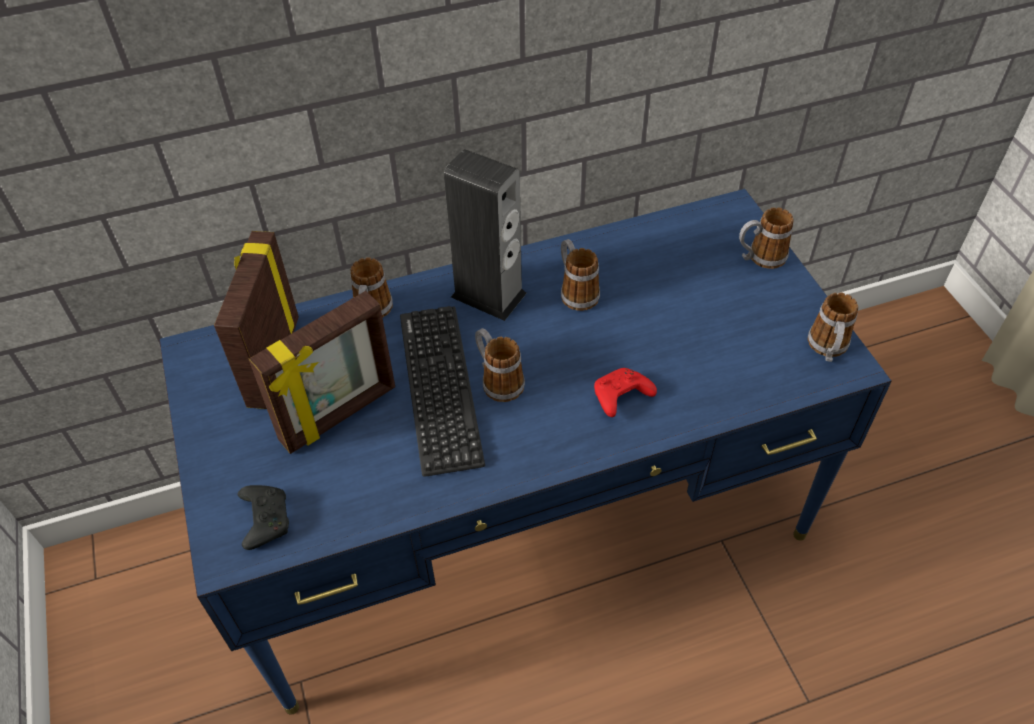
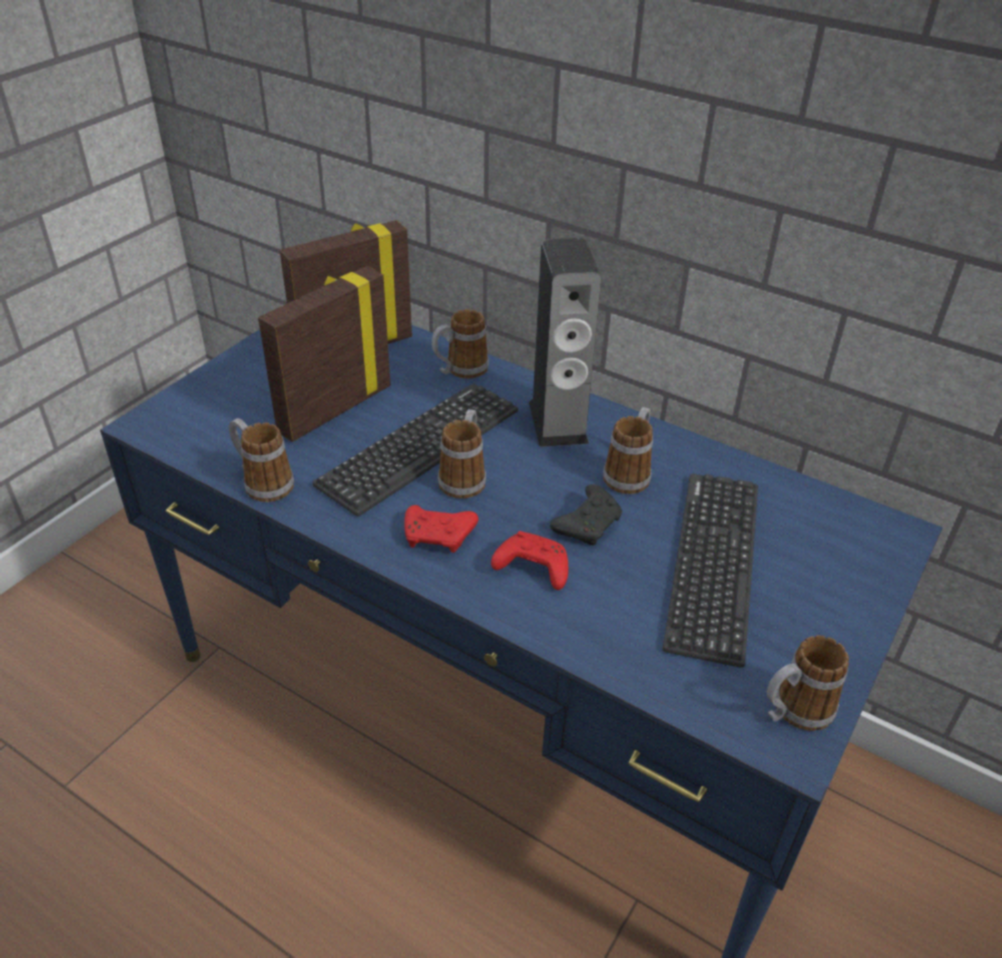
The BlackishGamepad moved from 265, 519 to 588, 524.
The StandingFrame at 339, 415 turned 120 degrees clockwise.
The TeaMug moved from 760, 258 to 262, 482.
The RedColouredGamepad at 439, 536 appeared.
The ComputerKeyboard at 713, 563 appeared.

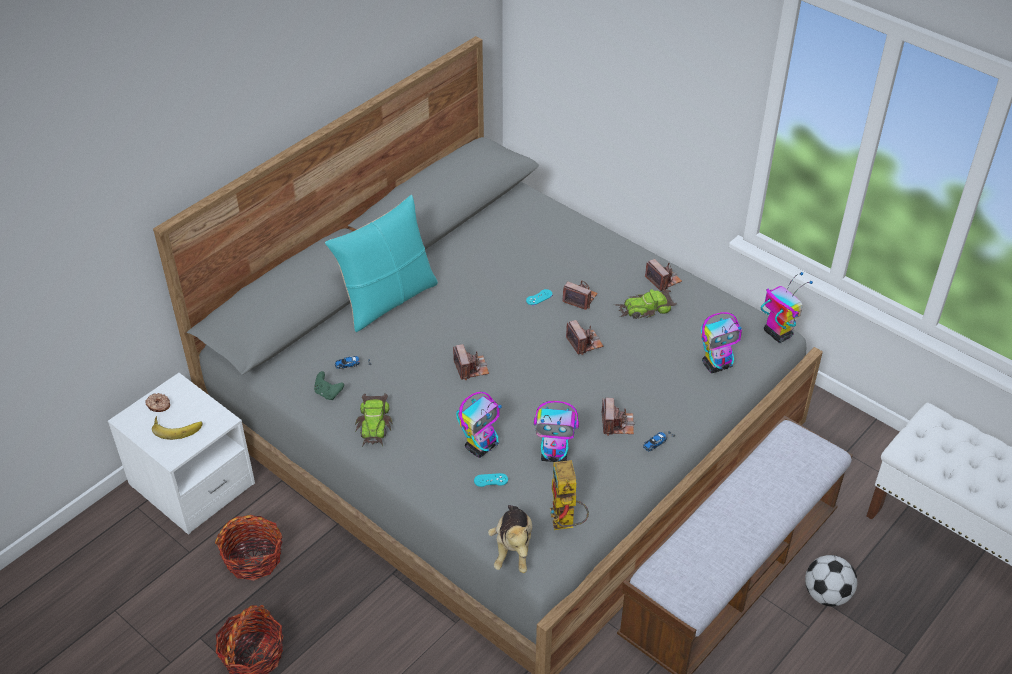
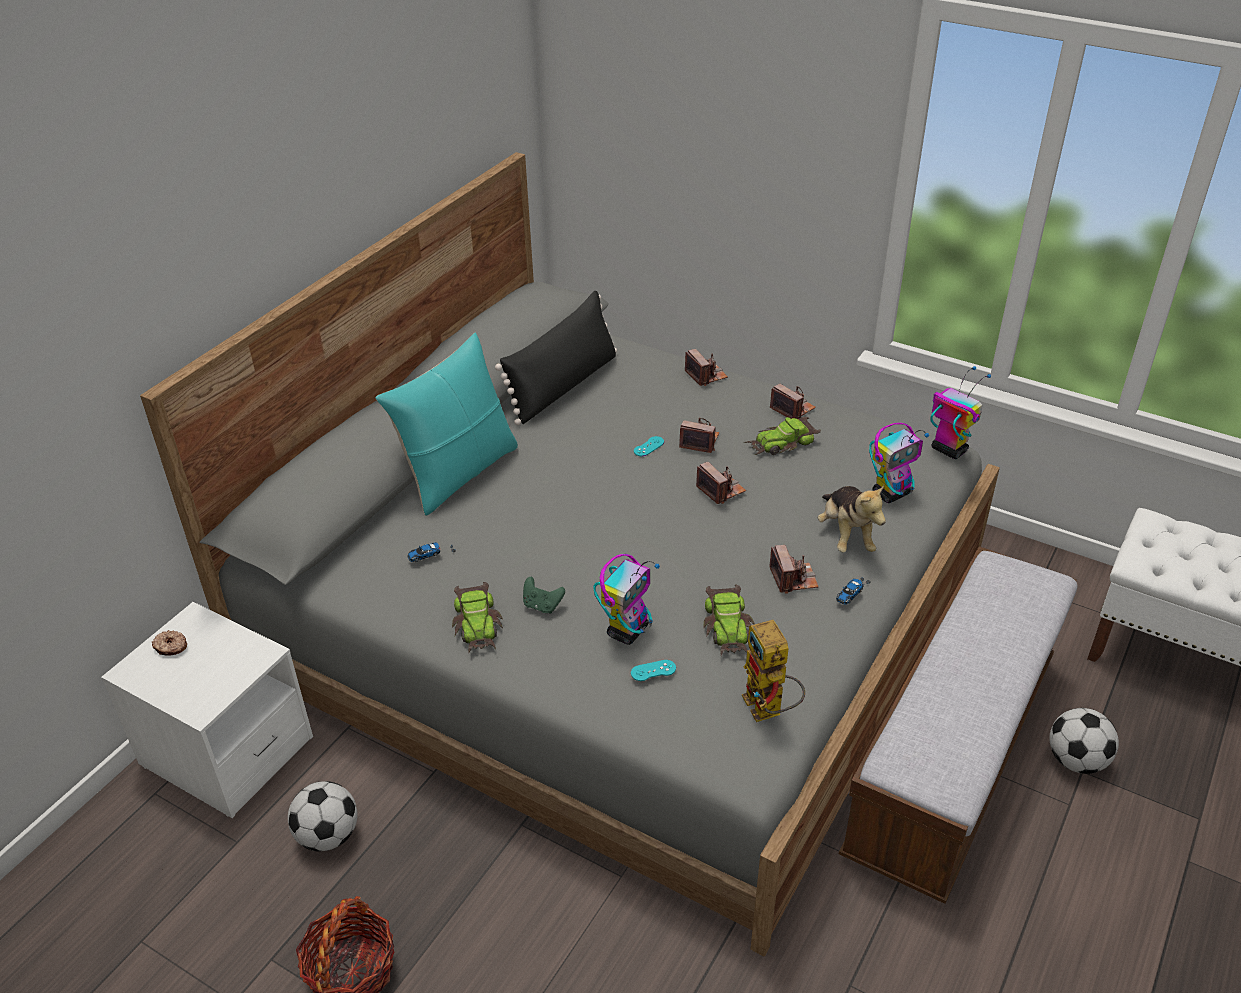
The BananaFruit at 177, 427 disappeared.
The HouseholdBasket at 253, 558 was replaced by the Football at 328, 835.
The GreenishGamepad moved from 328, 393 to 542, 605.
The StillCamera moved from 471, 368 to 706, 375.
The SoftToy moved from 513, 549 to 846, 535.
The RobotFigure at 555, 455 was replaced by the ModelCar at 728, 626.
The BlackishCushion at 563, 386 appeared.

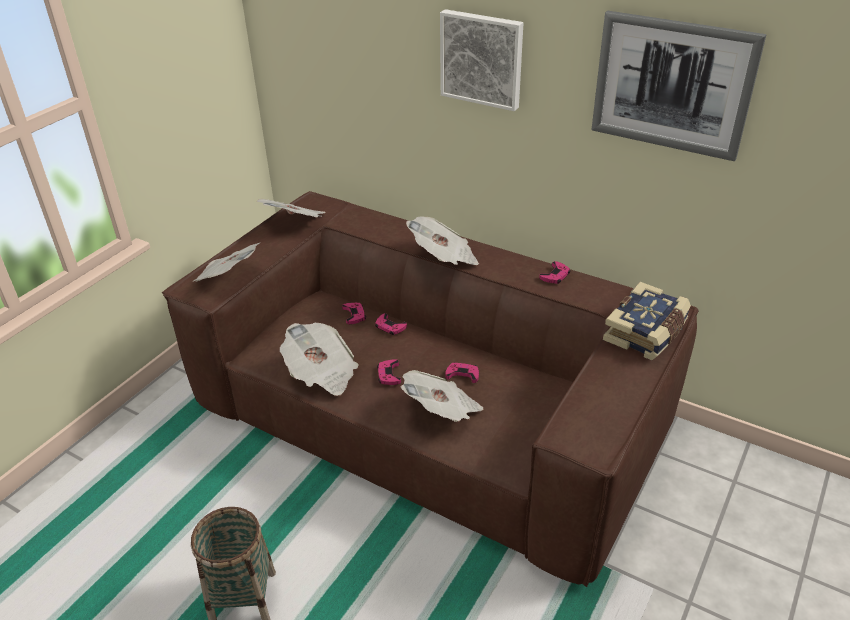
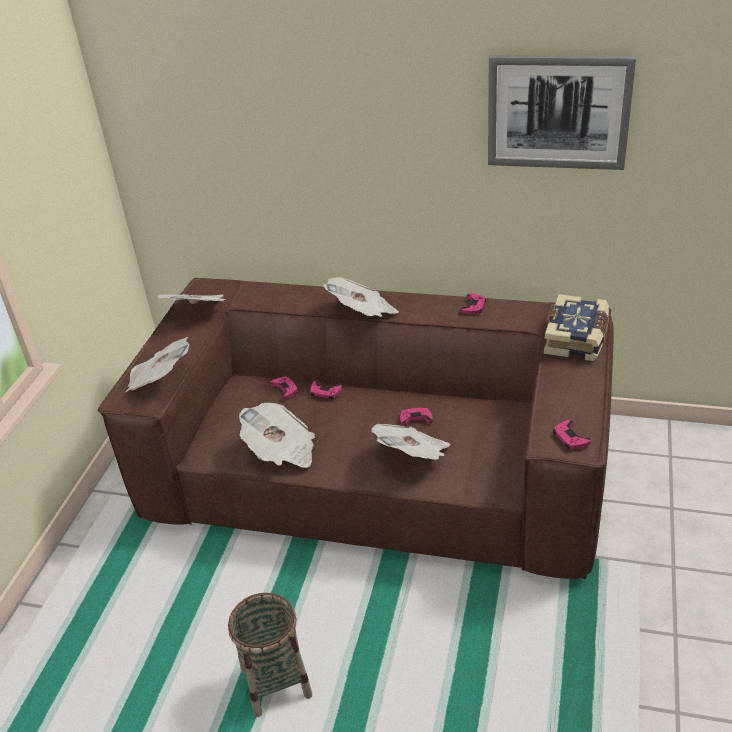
The PinkGamepad moved from 389, 375 to 570, 438.
The WallArt at 482, 59 disappeared.

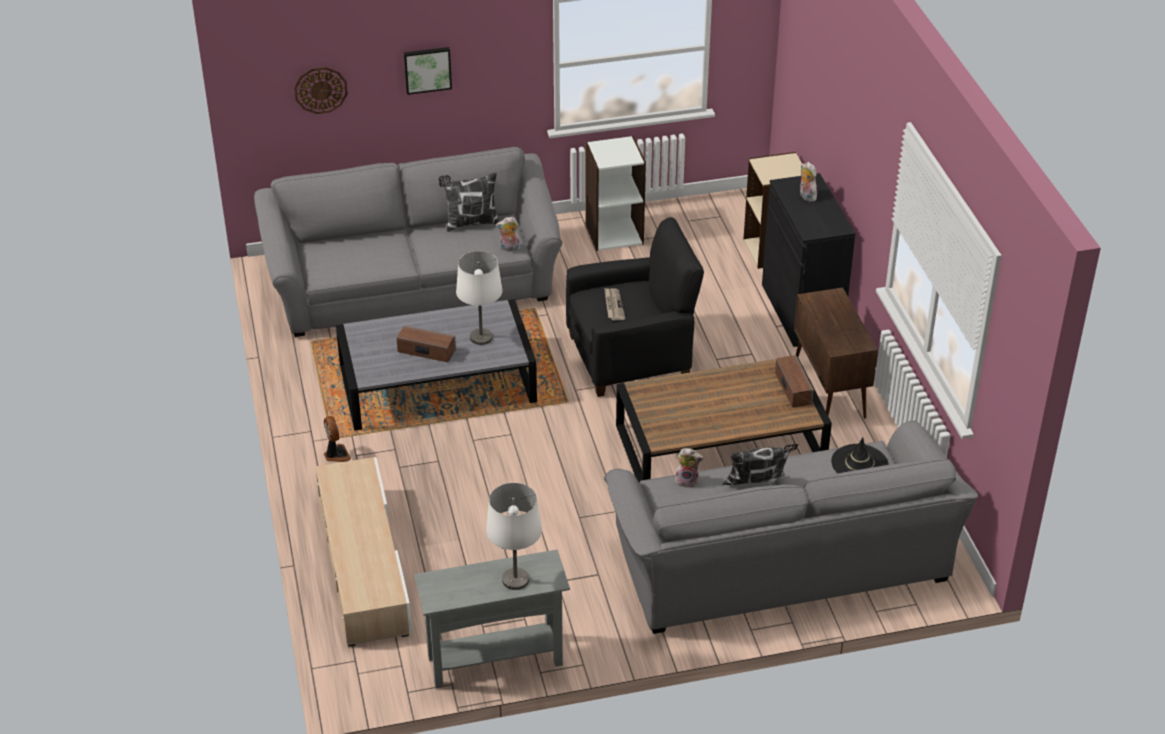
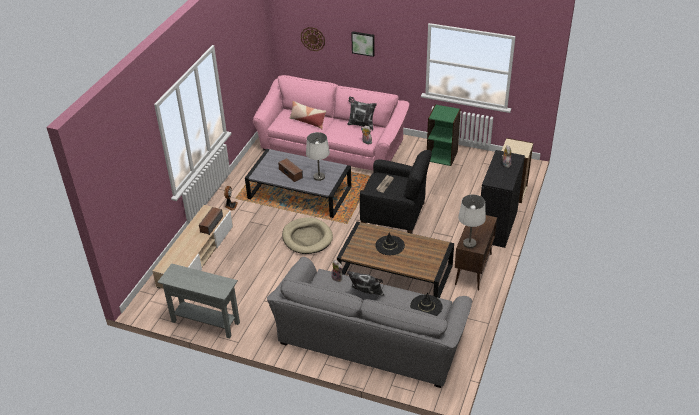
The GreyishCouch at 413, 285 became the PinkCouch at 331, 146.
The WhiteLampForATable moved from 515, 580 to 469, 243.
The WhiteBookshelf at 614, 233 became the GreenishBookshelf at 442, 156.
The AudioSpeaker moved from 793, 388 to 211, 224.
The BeigeColouredDogBed at 307, 238 appeared.
The Cushion at 308, 121 appeared.
The BlackishWearableHat at 390, 245 appeared.

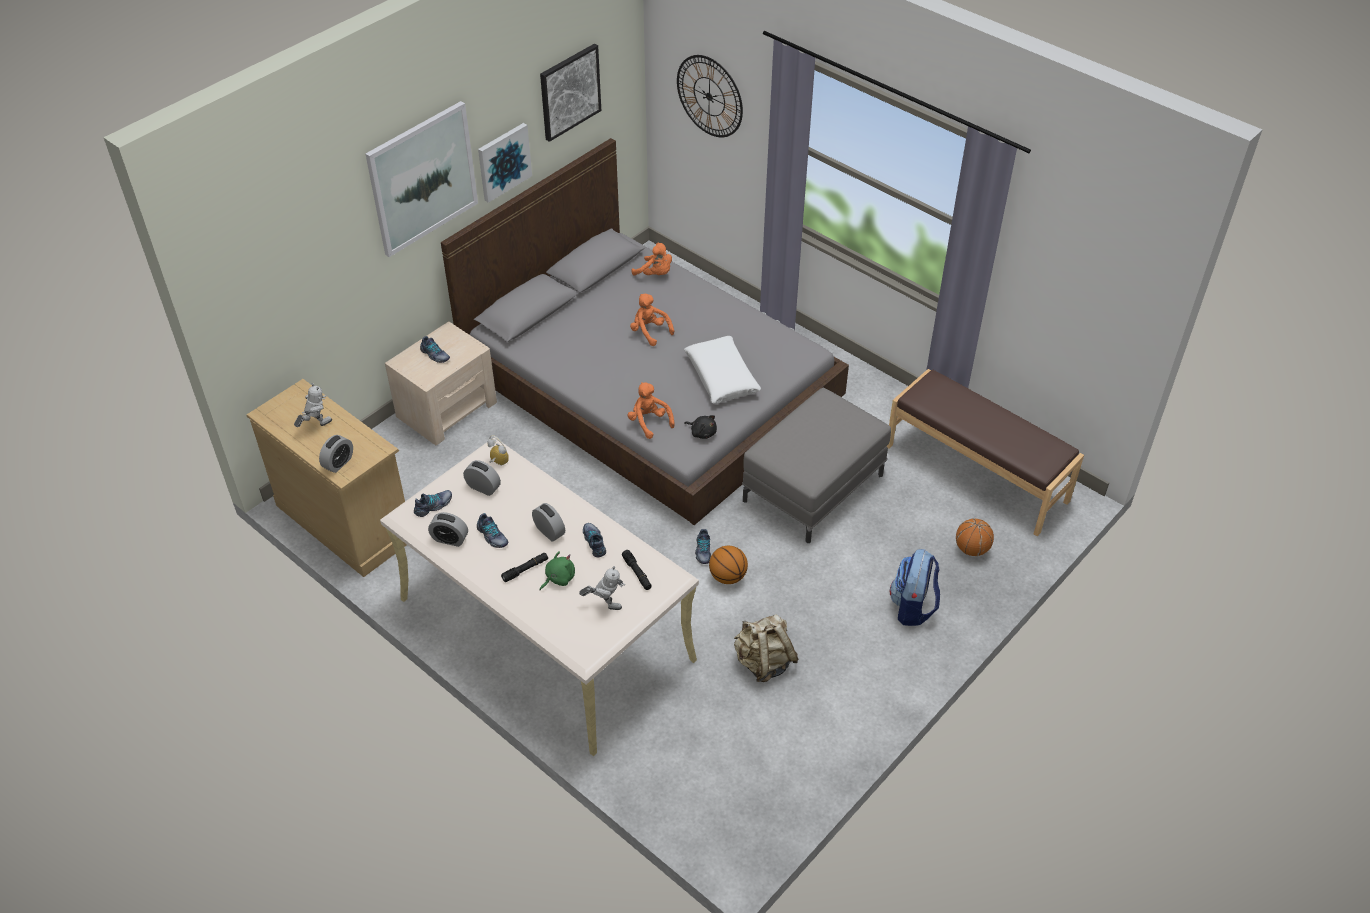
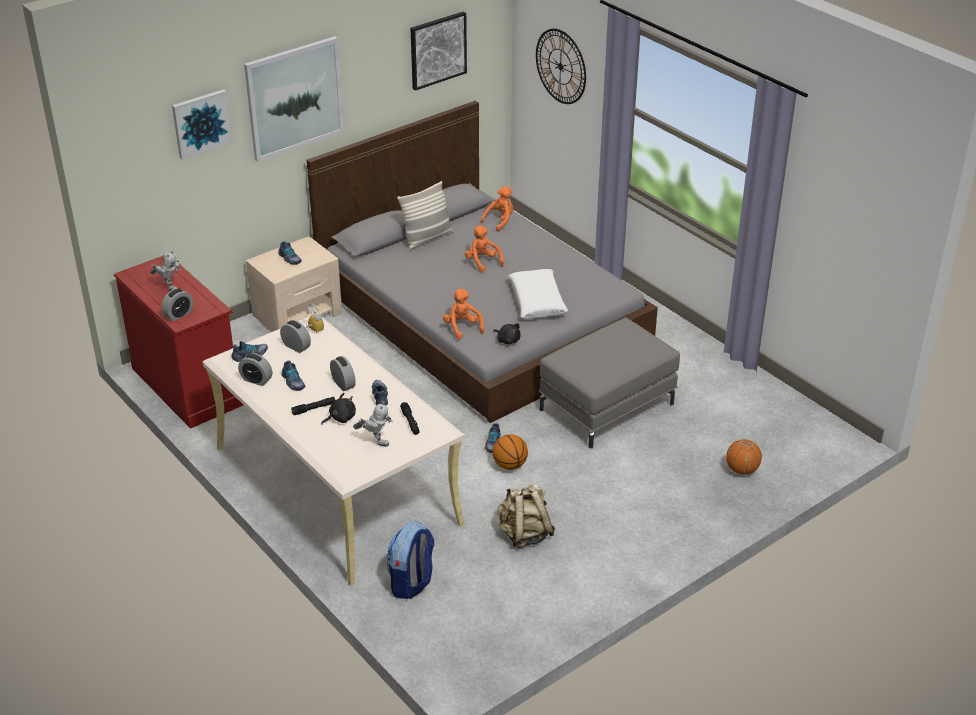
The BeigeColouredDresser at 345, 521 became the RedColouredDresser at 187, 386.
The RobotFigure at 316, 425 turned 60 degrees clockwise.
The WallArt moved from 503, 161 to 201, 123.
The GreenishSoftToy at 558, 578 became the BlackishSoftToy at 340, 418.
The OrangeSoftToy at 655, 274 turned 90 degrees counterclockwise.
The BrownColouredIndoorBench at 976, 473 disappeared.
The Knapsack moved from 913, 607 to 412, 583.
The Cushion at 427, 239 appeared.

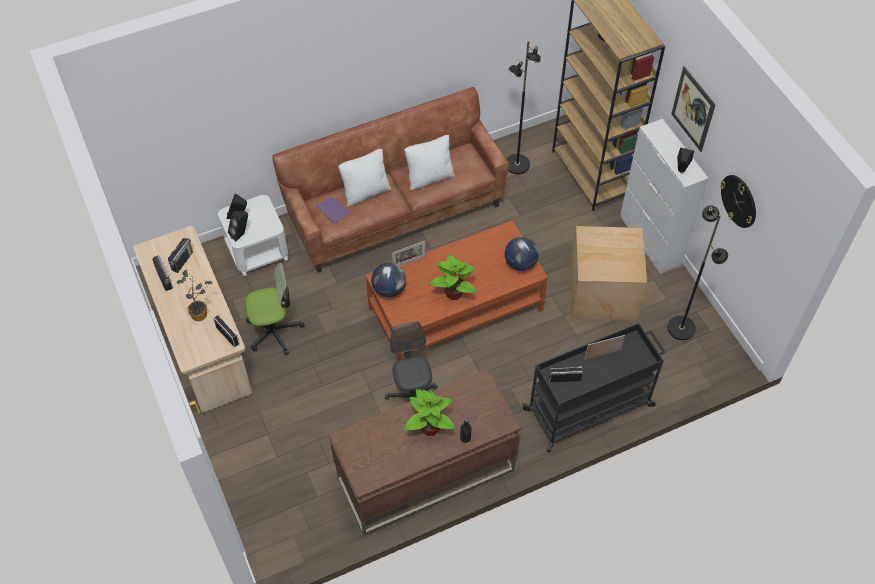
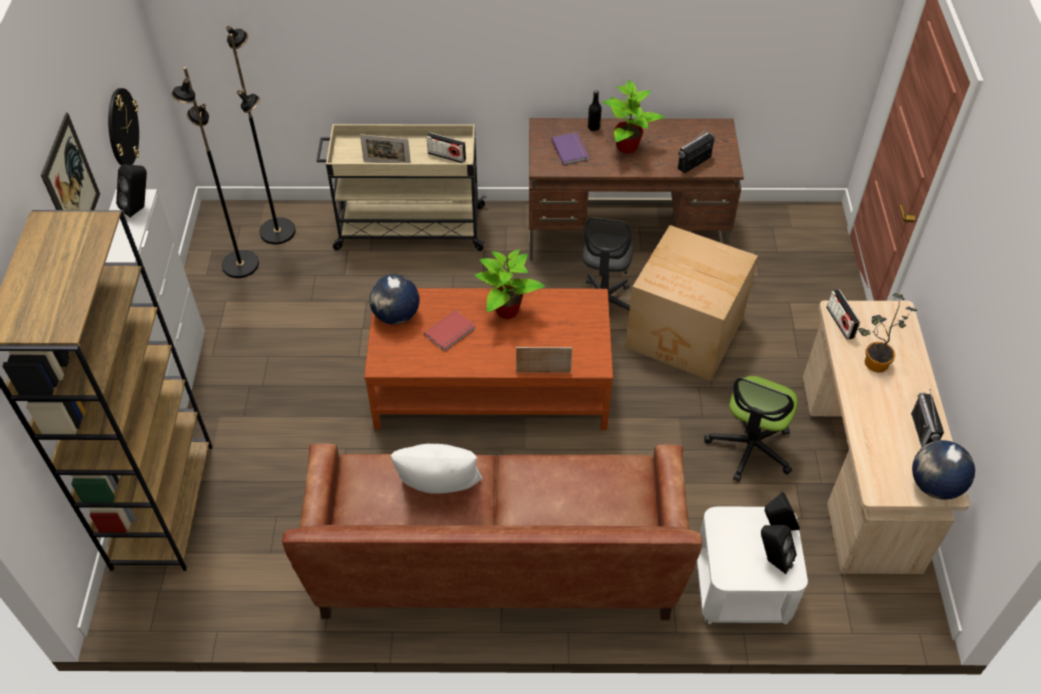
The RadioSet moved from 182, 261 to 694, 163.
The DeskChair at 274, 331 turned 75 degrees counterclockwise.
The PurpleColouredBoundBook moved from 332, 211 to 571, 149.
The WhiteCushion at 365, 191 disappeared.
The WorldGlobe moved from 389, 290 to 934, 485.
The BlackishStandardLamp moved from 516, 165 to 278, 231.
The BlackishTrolley at 590, 407 became the BeigeColouredTrolley at 408, 228.
The PackingBox moved from 601, 290 to 685, 333.
The RedColouredBoundBook at 451, 332 appeared.

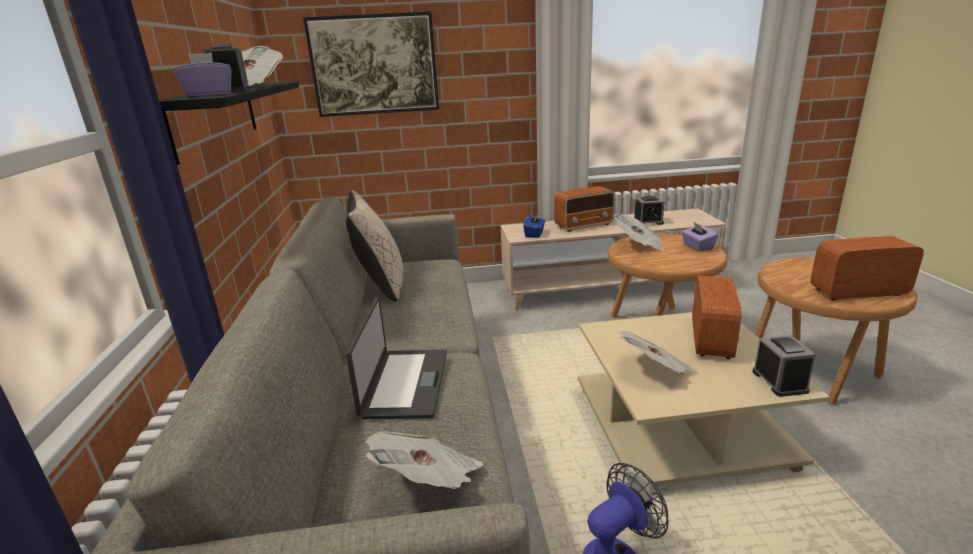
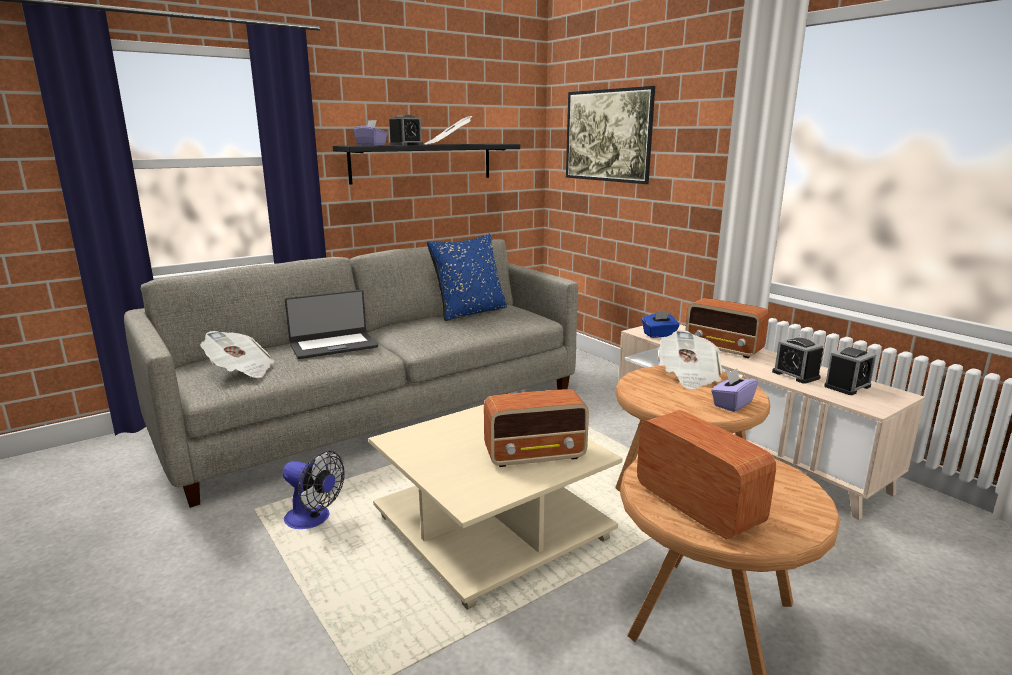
The BeigeColouredCushion at 381, 285 became the BlueCushion at 470, 312.
The PrintedPaper at 656, 370 disappeared.
The AlarmClock moved from 779, 381 to 847, 386.

